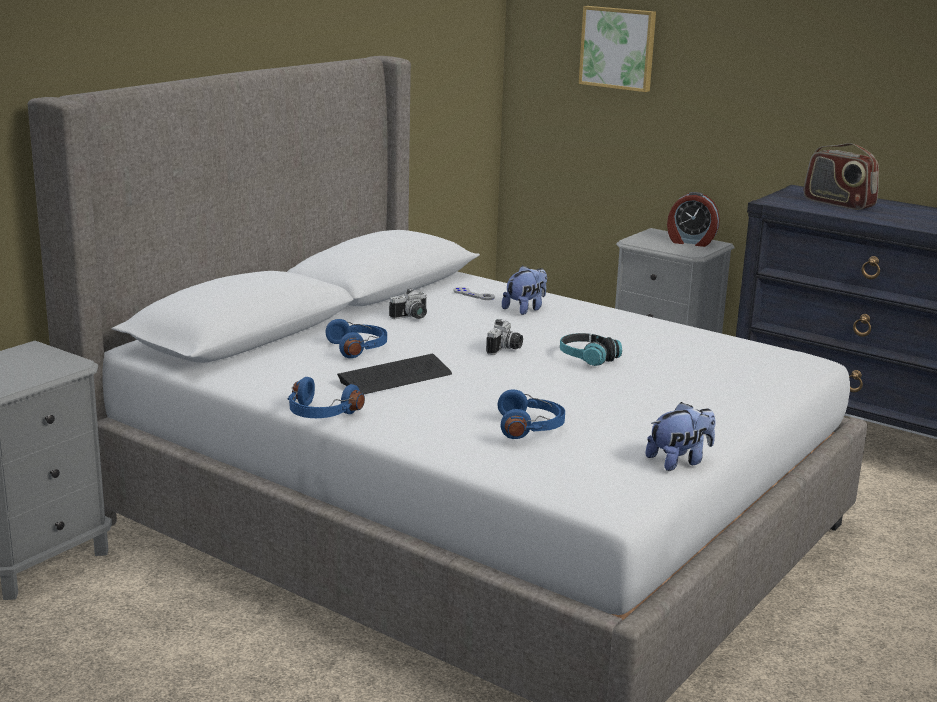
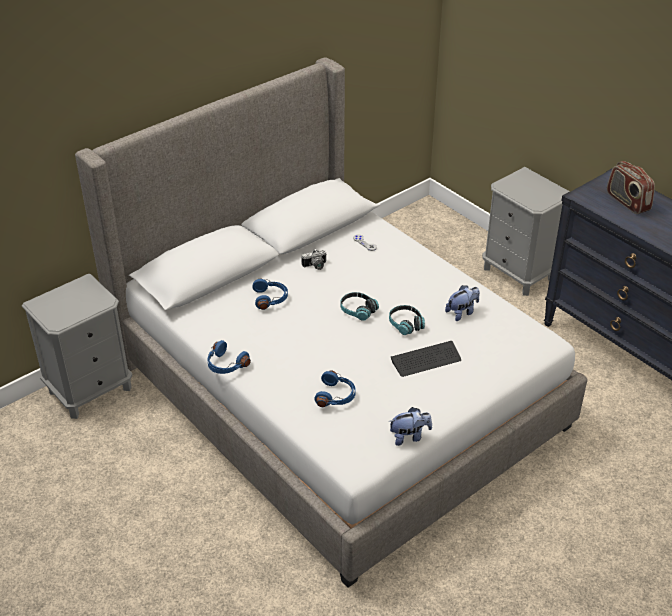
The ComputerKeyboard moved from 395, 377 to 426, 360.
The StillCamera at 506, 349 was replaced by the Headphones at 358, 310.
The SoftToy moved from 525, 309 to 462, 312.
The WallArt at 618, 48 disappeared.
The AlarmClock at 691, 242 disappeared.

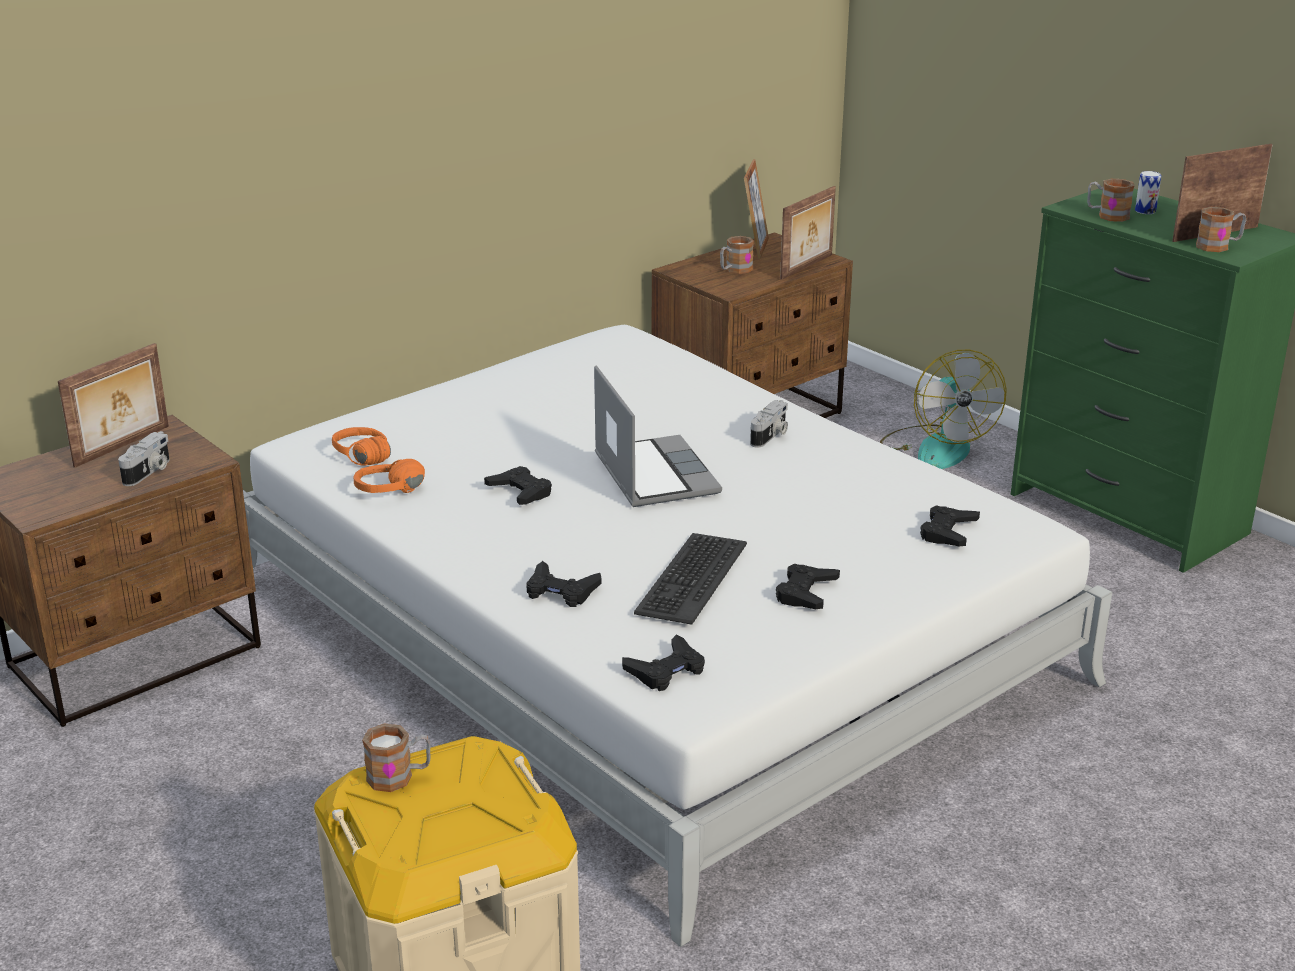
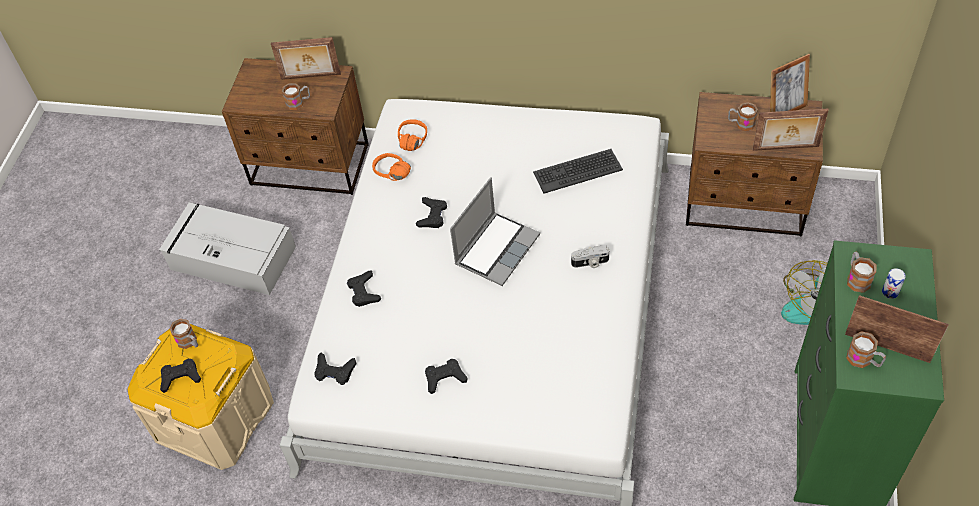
The StillCamera at 149, 472 was replaced by the TeaMug at 298, 102.
The ComputerKeyboard moved from 690, 578 to 577, 171.
The BlackishGamepad moved from 948, 532 to 180, 377.
The GreyishStorageContainer at 231, 257 appeared.

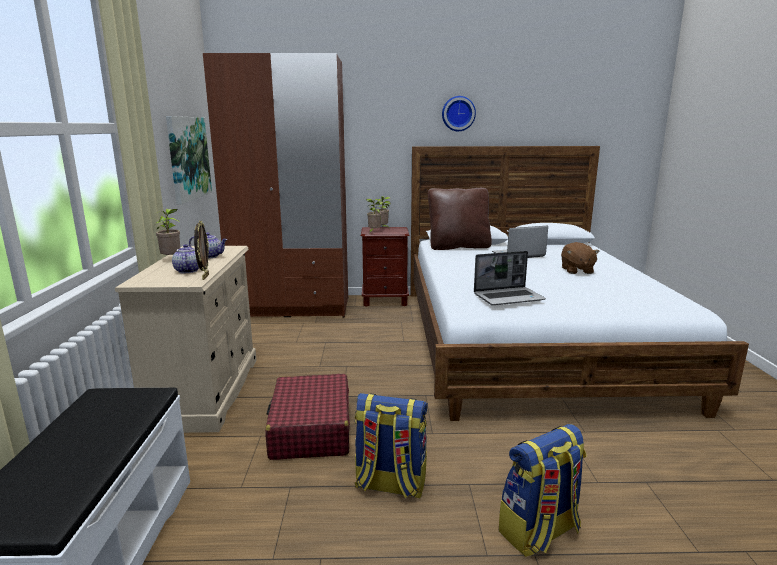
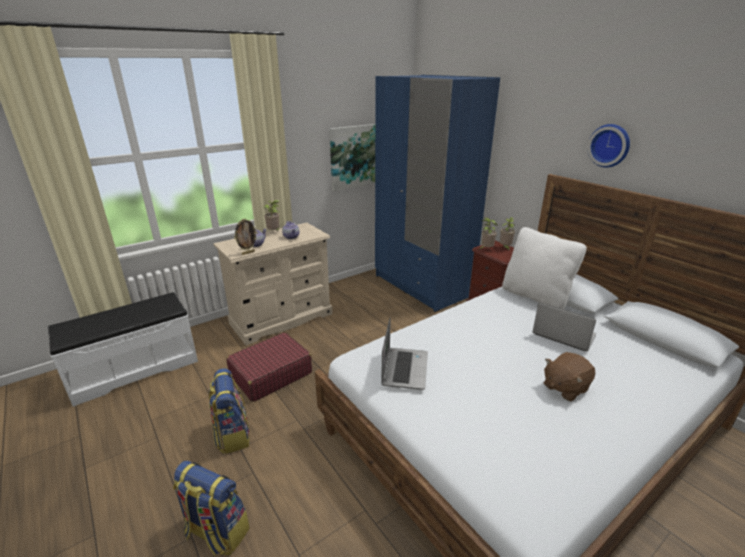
The BrownColouredArmoire at 292, 307 became the BlueArmoire at 422, 285.
The BrownColouredCushion at 458, 247 became the WhiteCushion at 535, 296.
The NotebookComputer at 509, 297 turned 120 degrees counterclockwise.

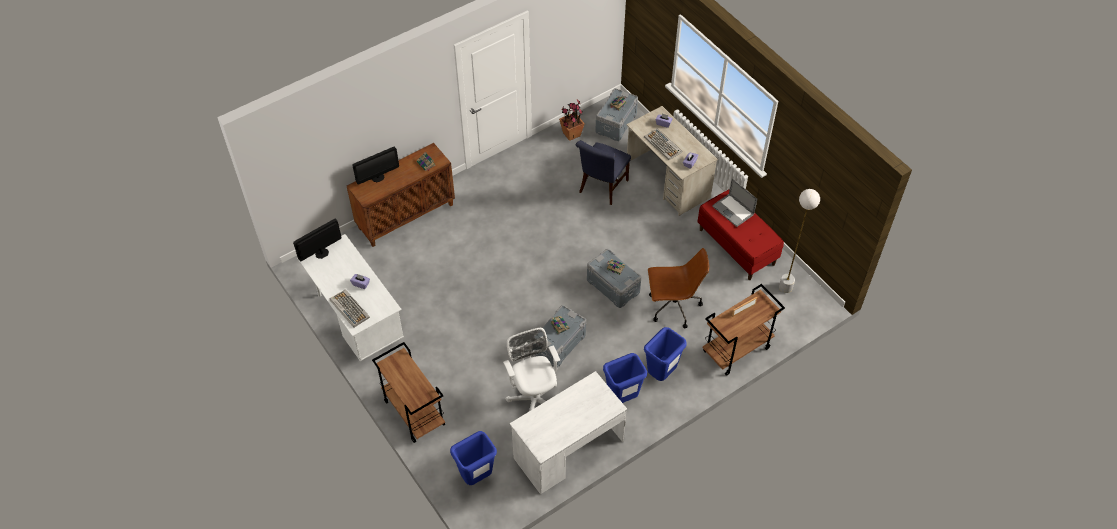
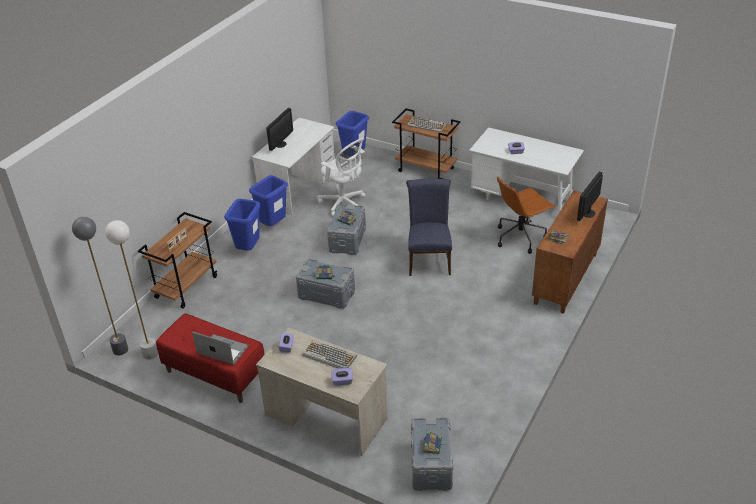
The Monitor moved from 322, 253 to 280, 144.
The ComputerKeyboard moved from 349, 308 to 427, 125.
The PlantInAPot at 571, 134 disappeared.
The BlueUprightChair moved from 602, 188 to 429, 260.
The BrownColouredDeskChair moved from 673, 307 to 520, 237.
The GreyishStandardLamp at 120, 350 appeared.

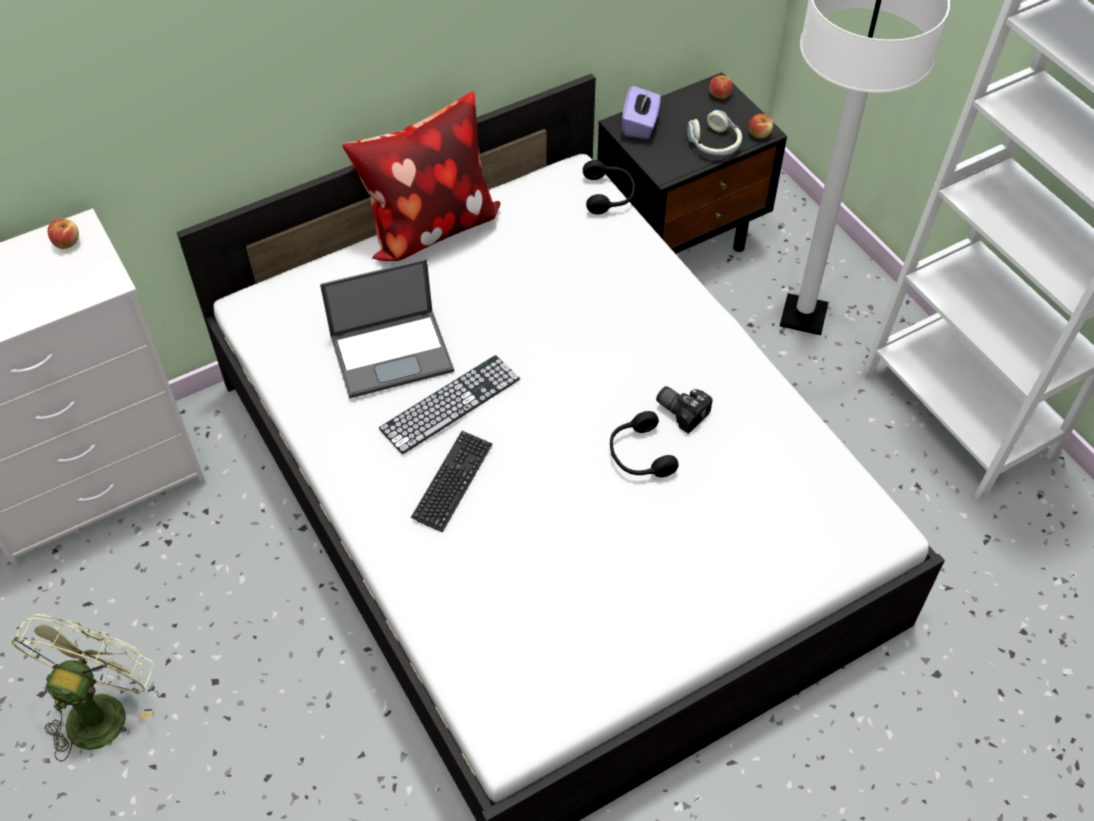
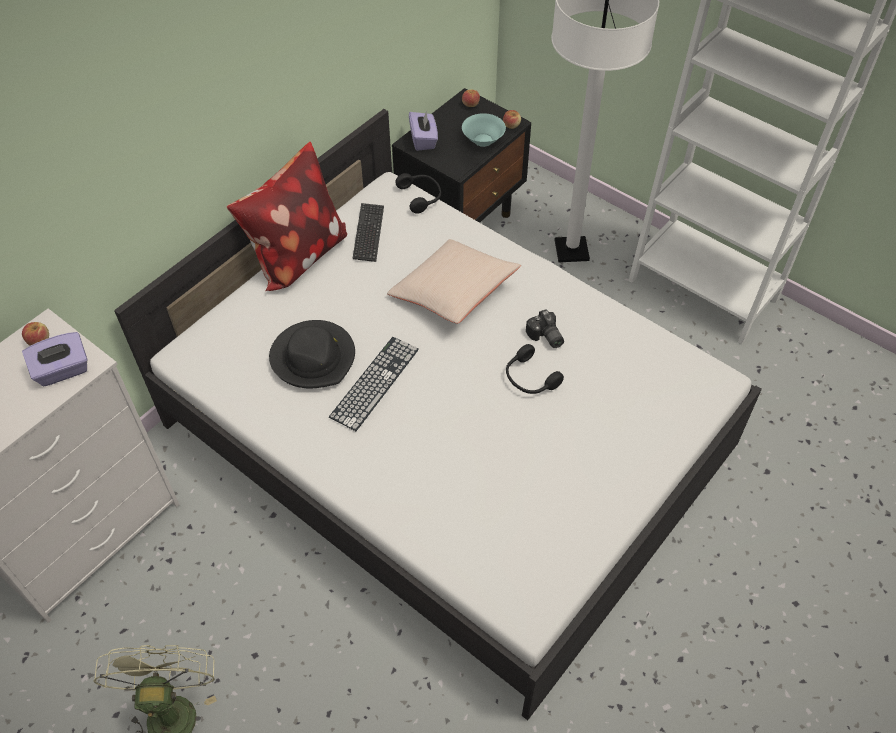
The NotebookComputer at 393, 353 was replaced by the BlackishWearableHat at 314, 357.
The ComputerKeyboard moved from 452, 482 to 368, 233.
The StillCamera at 682, 410 turned 135 degrees counterclockwise.
The Headphones at 714, 144 was replaced by the BlueGreenDeepDish at 483, 140.
The PurpleColouredTissueBox at 63, 370 appeared.
The BeigeColouredCushion at 453, 292 appeared.

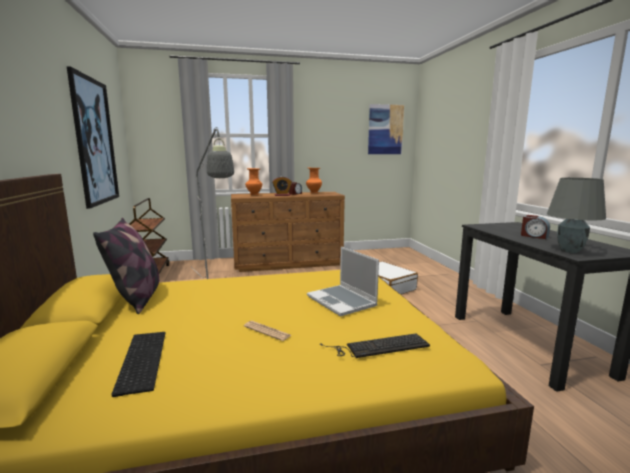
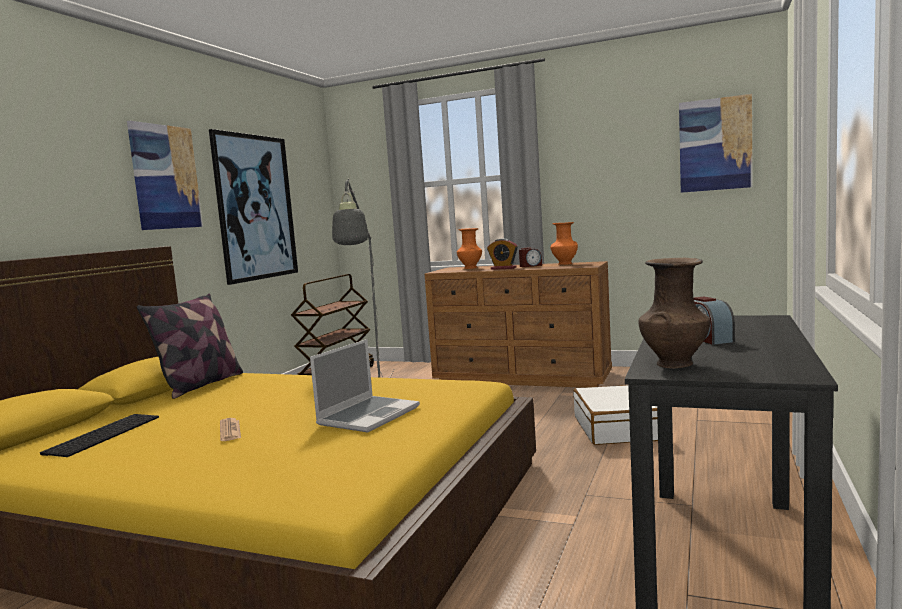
The NotebookComputer at 342, 301 turned 150 degrees counterclockwise.
The ComputerKeyboard at 377, 346 disappeared.
The GreyishLampForATable at 569, 251 was replaced by the BrownColouredFlowerVase at 674, 364.
The WallArt at 165, 177 appeared.

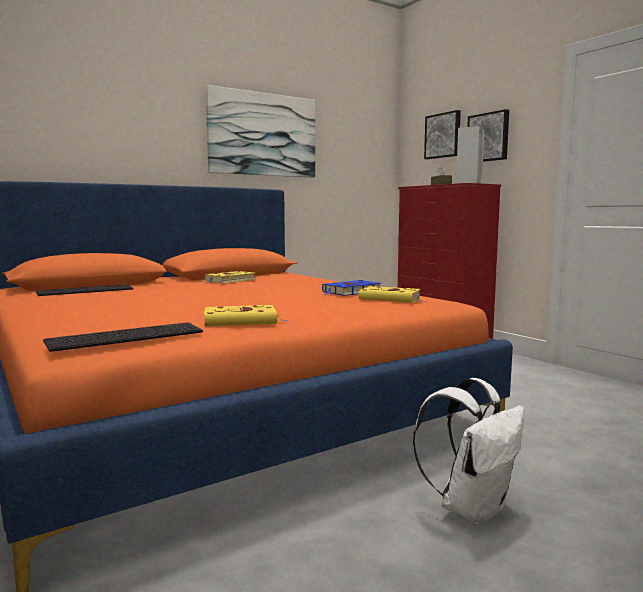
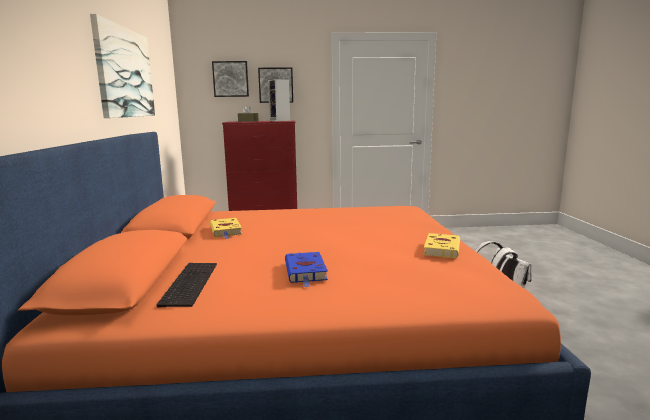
The ComputerKeyboard at 127, 336 disappeared.
The BlueBoundBook moved from 350, 292 to 306, 271.
The YellowColouredBoundBook at 391, 299 disappeared.

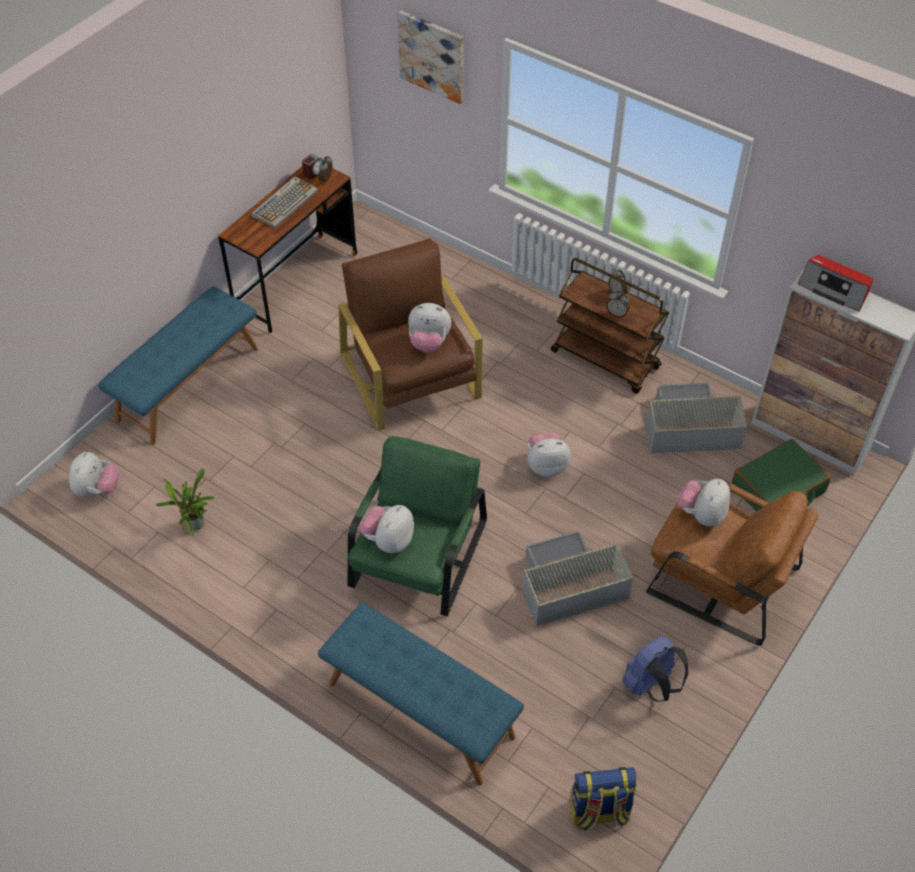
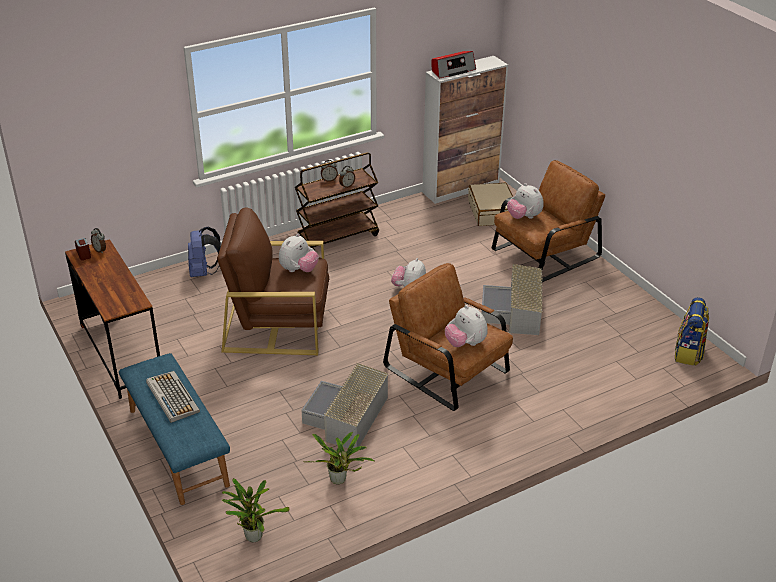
The SoftToy at 97, 489 was replaced by the PlantInAPot at 253, 535.
The ComputerKeyboard moved from 284, 203 to 172, 397.
The BlueIndoorBench at 420, 711 disappeared.
The GreenishLoungeChair at 417, 556 became the BrownColouredLoungeChair at 448, 370.
The WallArt at 432, 56 disappeared.
The BlueKnapsack moved from 651, 685 to 204, 272.
The GreyishStorageContainer moved from 688, 428 to 347, 417.
The GreenishPieceOfLuggage at 778, 490 became the BeigeColouredPieceOfLuggage at 492, 212.

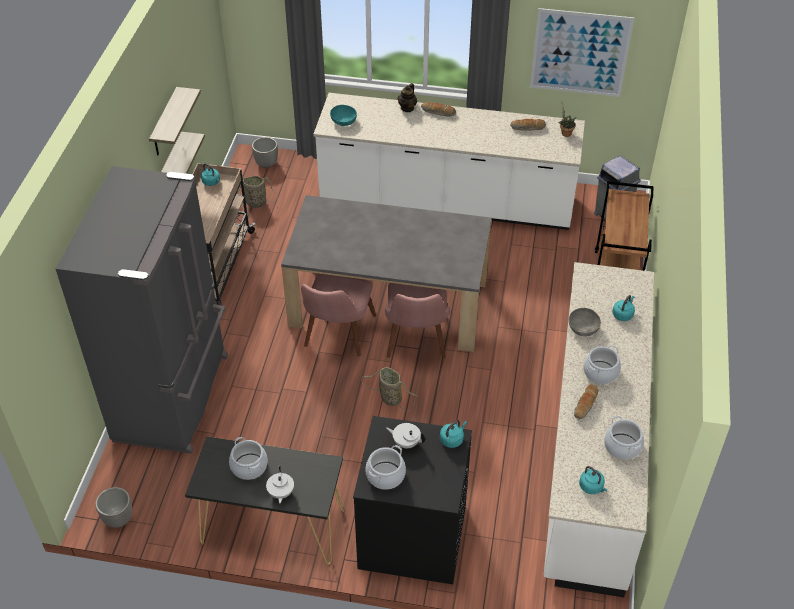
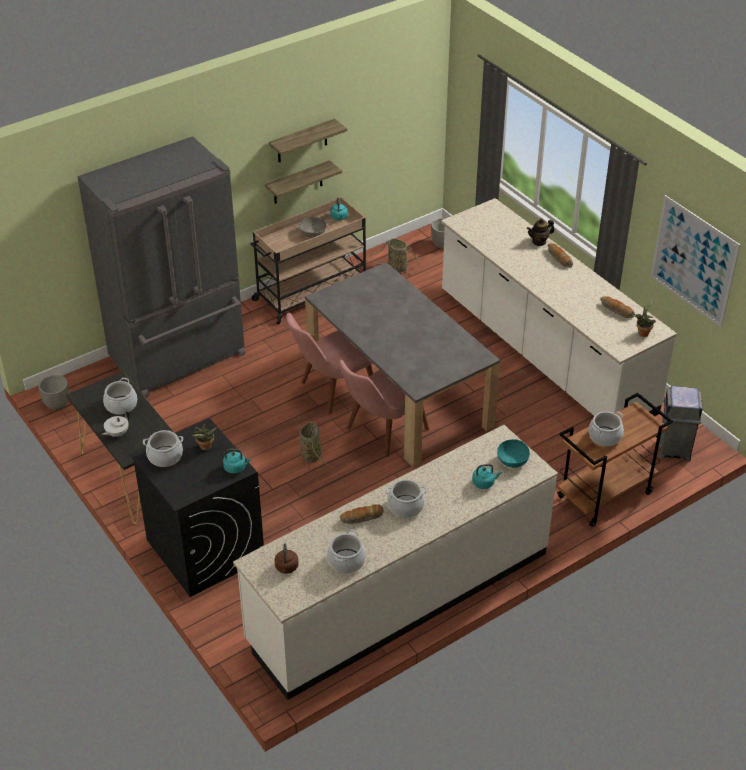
The BlueGreenDeepDish moved from 343, 121 to 512, 460.
The WhitePotForTea at 406, 442 was replaced by the PlantInAPot at 205, 448.
The GreyishDeepDish moved from 583, 329 to 312, 233.
The BlueGreenWaterKettle at 592, 487 became the BrownColouredWaterKettle at 286, 568.
The Stockpot at 604, 436 appeared.

